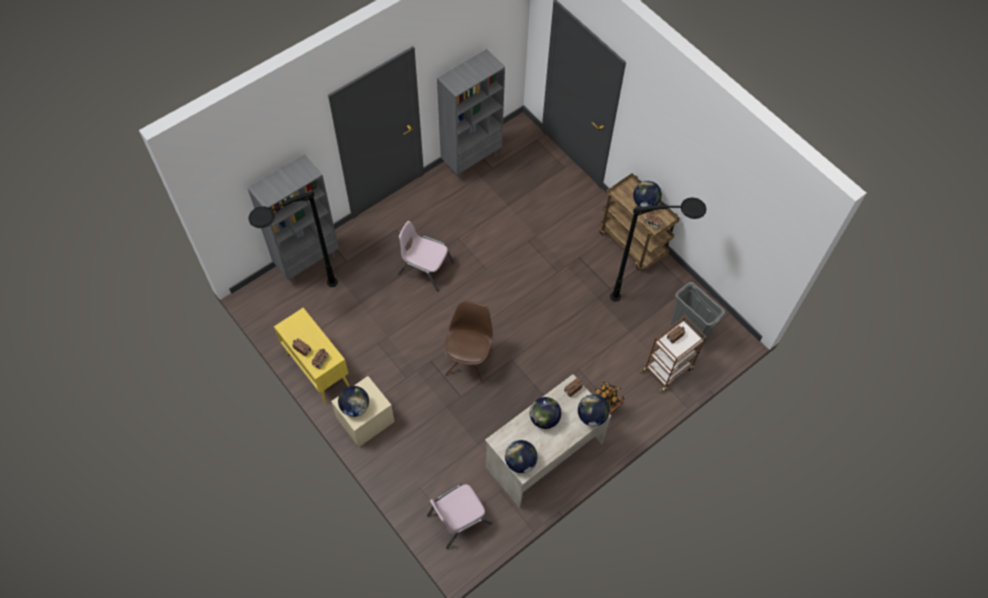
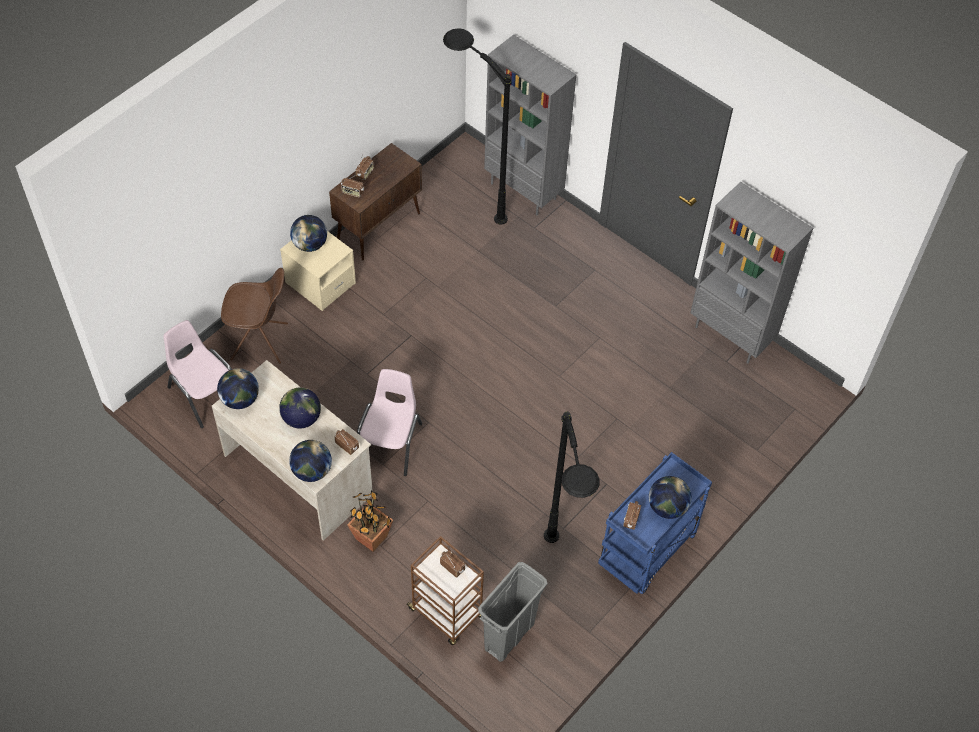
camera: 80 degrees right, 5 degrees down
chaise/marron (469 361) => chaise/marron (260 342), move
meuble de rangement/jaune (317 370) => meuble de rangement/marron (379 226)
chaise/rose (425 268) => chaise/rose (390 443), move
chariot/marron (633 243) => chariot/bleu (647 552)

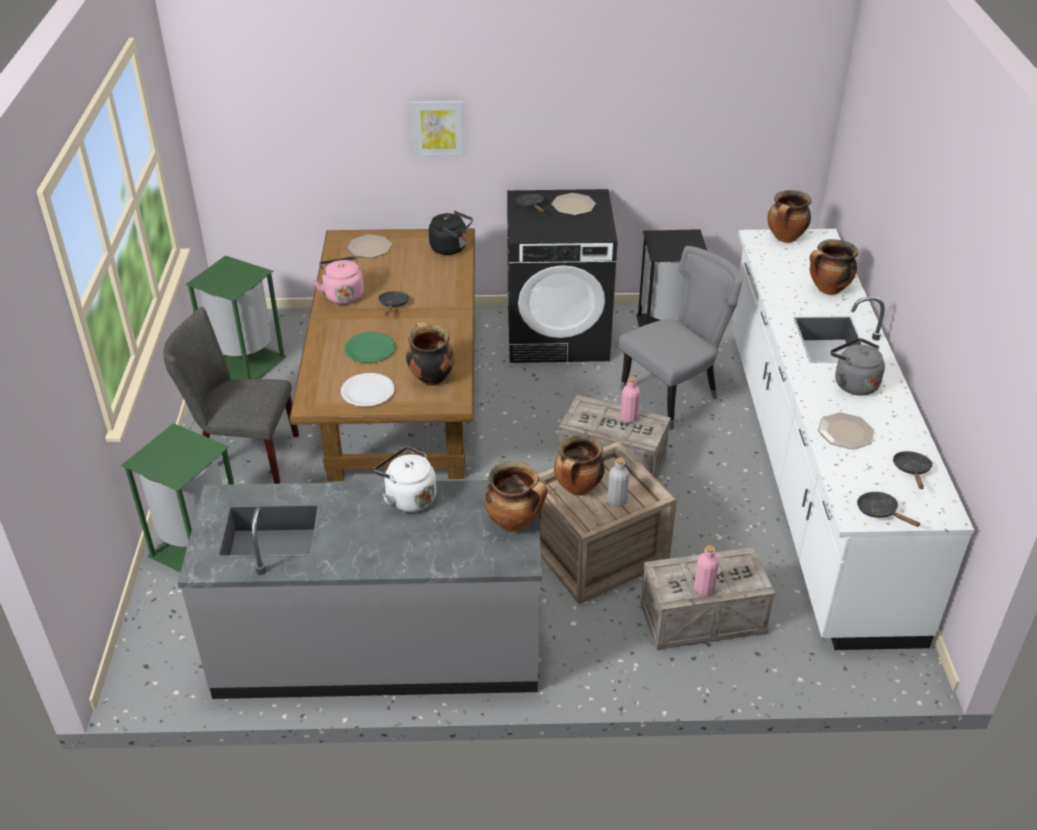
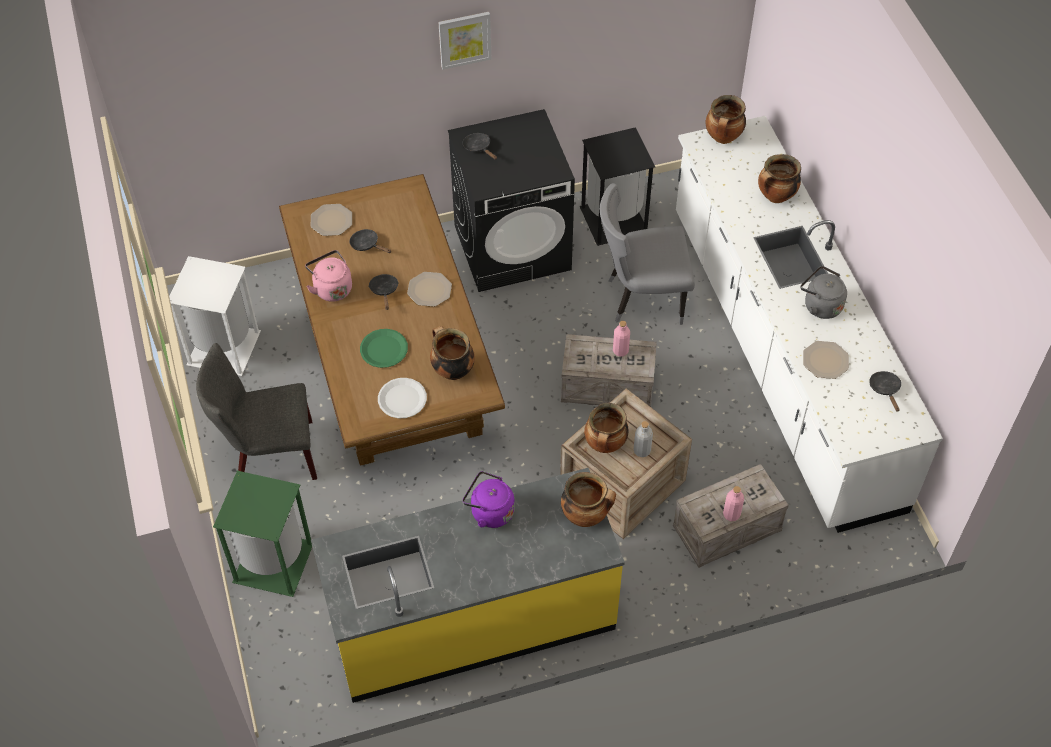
camera: 15 degrees left, 15 degrees up
poubelle/vert (245 363) => poubelle/blanc (223 347)
comptoir de cuisine/gris (379 645) => comptoir de cuisine/jaune (471 619)
poêle/noir (880 512) => poêle/noir (367 245), move
assiette (573 205) => assiette (429 289), move
tableau (438 128) => tableau (464 39), move
bouilloire/blanc (408 498) => bouilloire/violet (489 512)
chaise/gris (674 395) => chaise/gris (641 298), 135 degrees counterclockwise
bouilloire/noir (451 248) => nothing

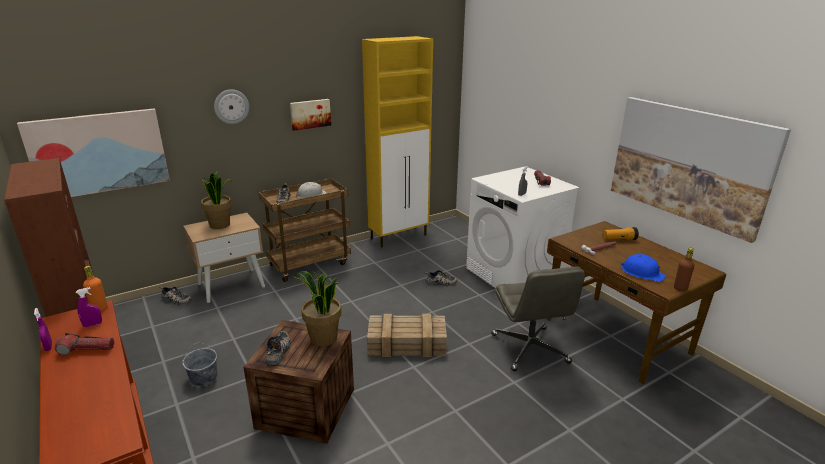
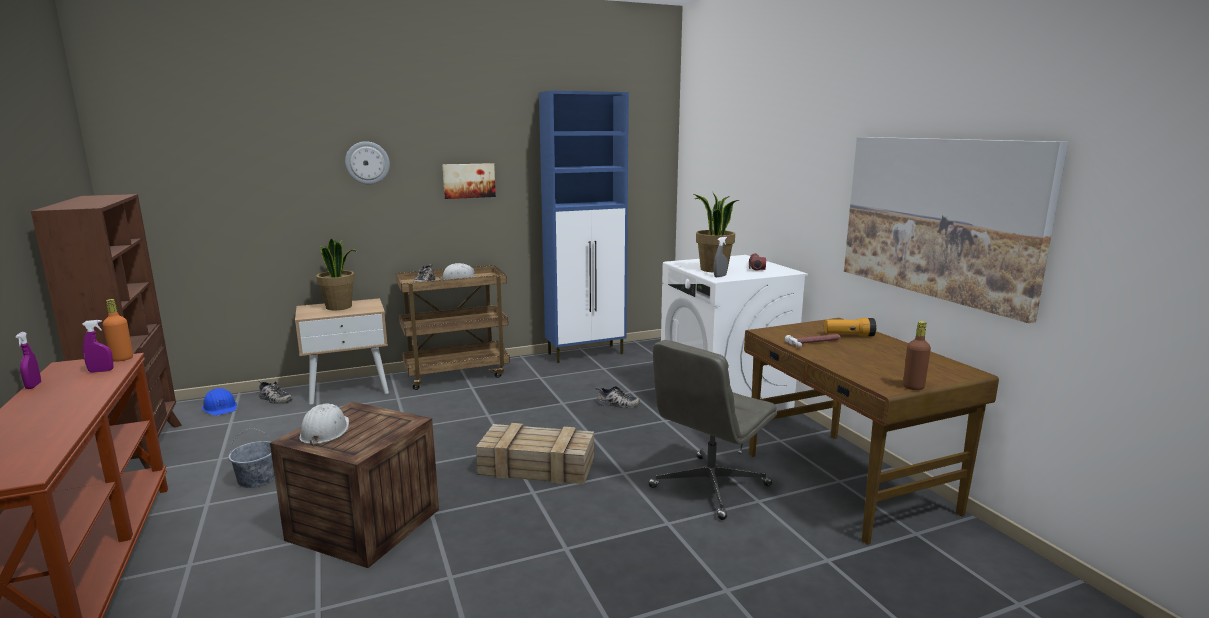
camera: 10 degrees right, 10 degrees down
casque de chantier/bleu (642 273) => casque de chantier/bleu (220 408), move
chaussure (279 351) => casque de chantier/blanc (325 431)
meuble de rangement/jaune (399 236) => meuble de rangement/bleu (586 353)
chaise de bureau/gris (530 349) => chaise de bureau/gris (709 487), 45 degrees clockwise
plante en pot (323 338) => plante en pot (713 269), move
tableau (99 153) => nothing
lampe de poche (87 349) => nothing

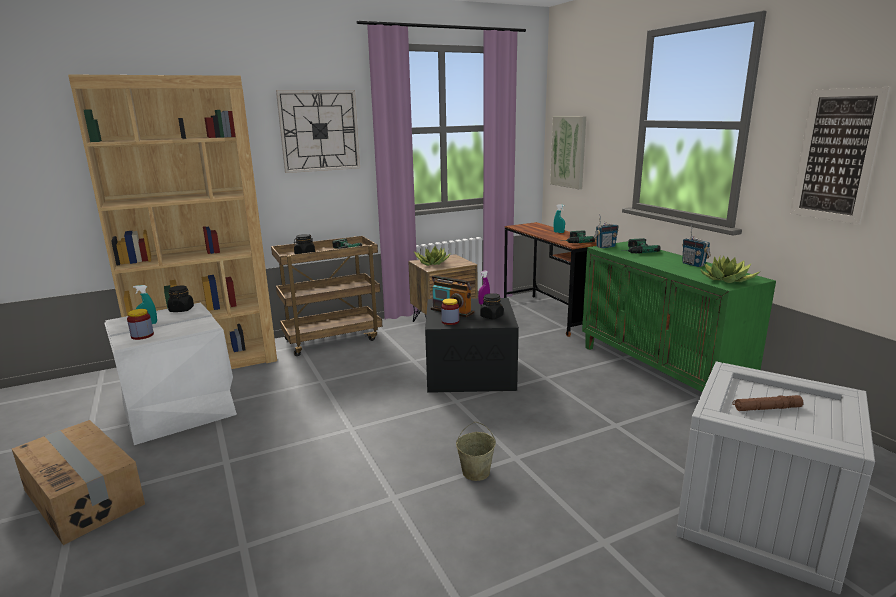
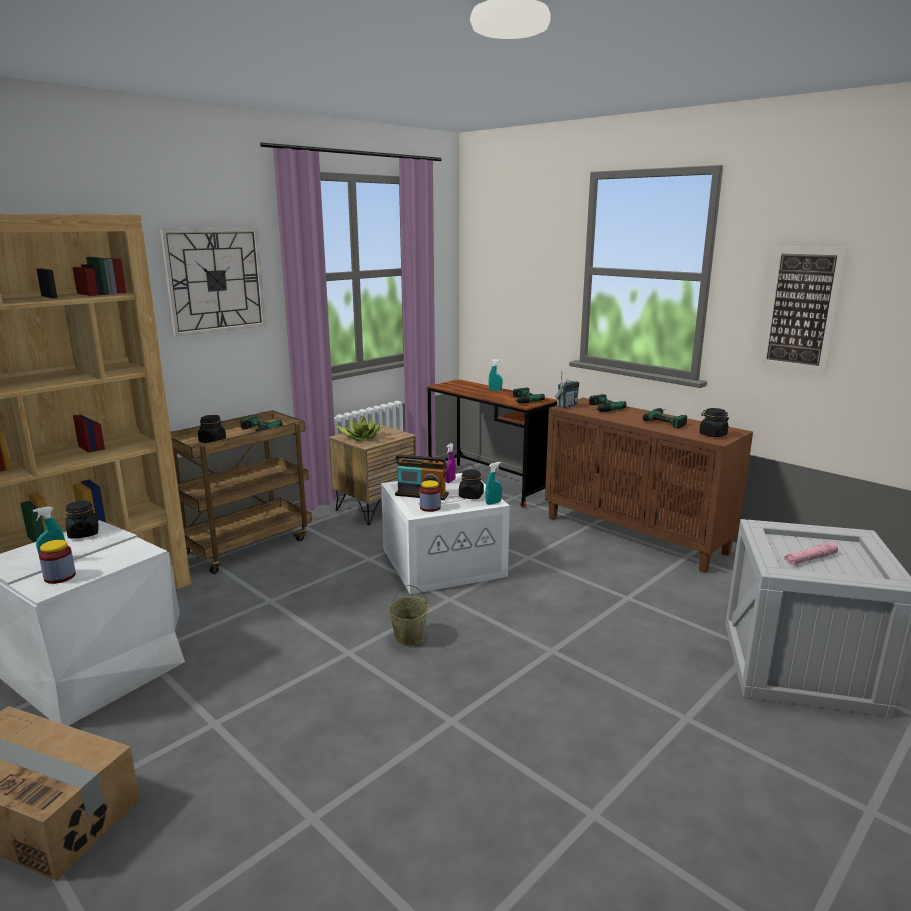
camera: 20 degrees left, 0 degrees up
boîte de rangement/noir (471 371) => boîte de rangement/blanc (444 561)
seau/beige (476 472) => seau/beige (409 637), move
nothing => vaporisateur/turquoise (493 503)
meuble de rangement/vert (660 372) => meuble de rangement/marron (636 535)
radio (693 264) => perceuse (668 420)
plante en pot (727 280) => bocal/noir (712 435)
lampe de poche/marron (766 408) => lampe de poche/rose (810 559)
tableau (569 152) => nothing

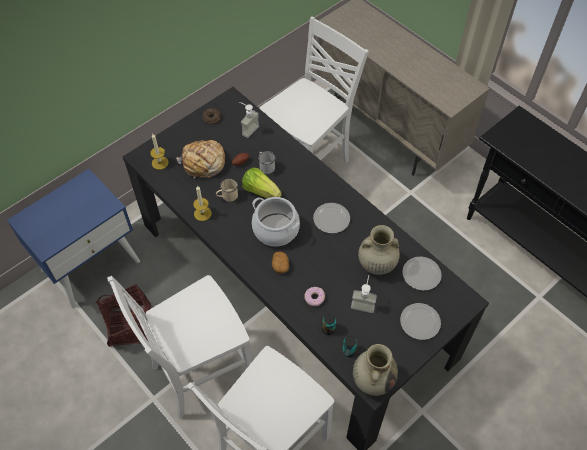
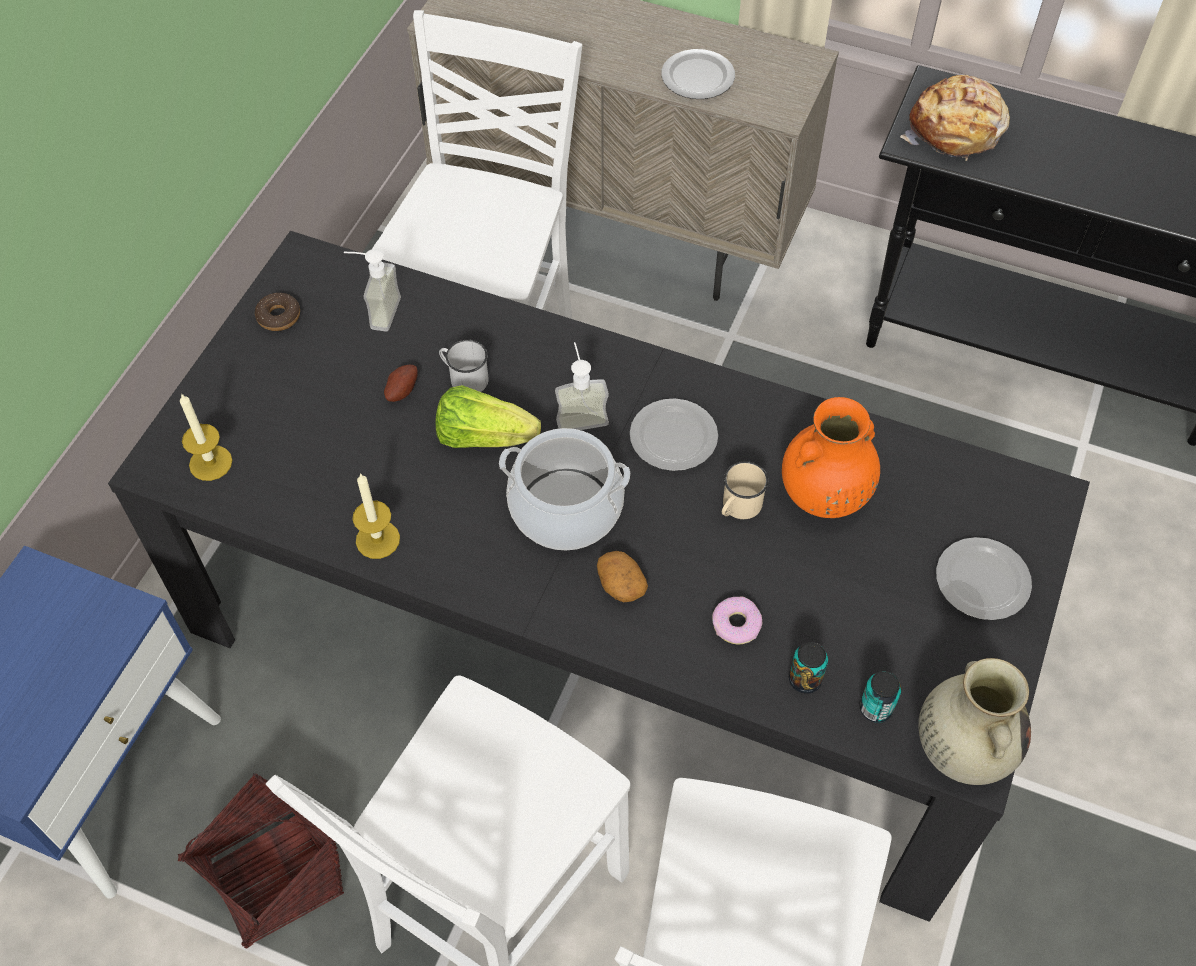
camera: 25 degrees left, 0 degrees up
distributeur de savon (363 303) => distributeur de savon (580 413), move
assiette (421 275) => assiette (698 78), move
mug/beige (227 196) => mug/beige (738 507), move
vase/beige (376 264) => vase/orange (823 496)
pain (203 163) => pain (955 131), move

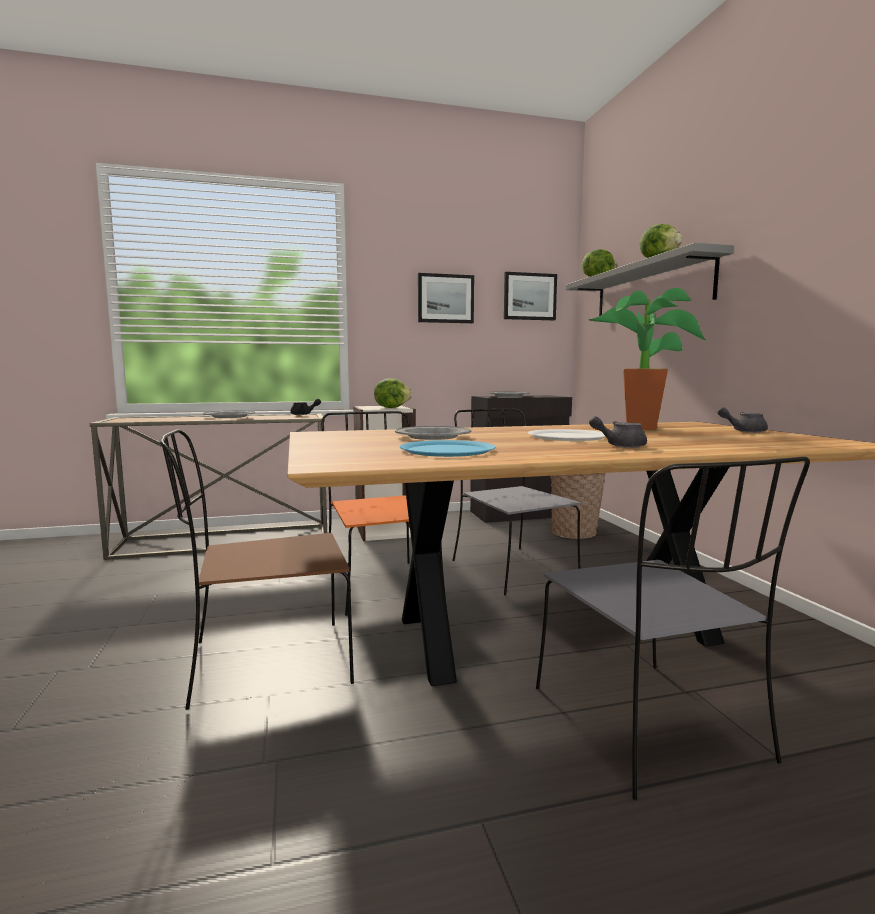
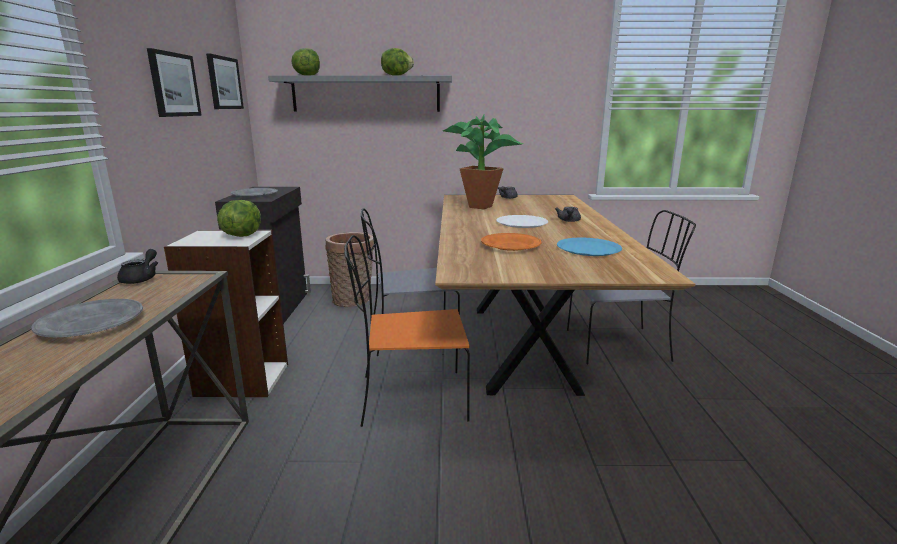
camera: 75 degrees left, 10 degrees up
assiette/gris (432 437) => assiette/orange (510 245)
chaise/marron (265 663) => nothing

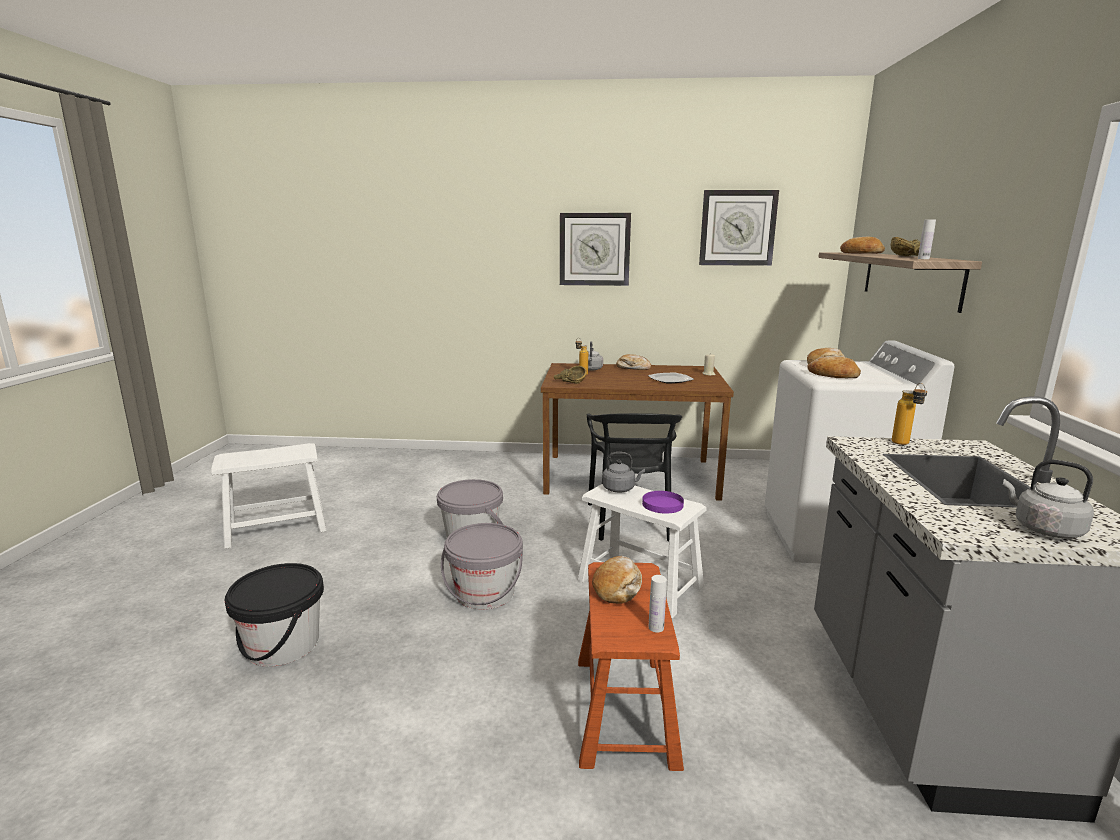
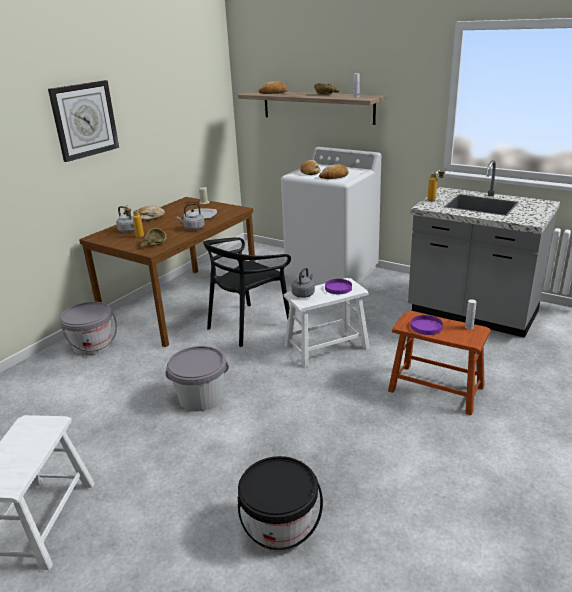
camera: 60 degrees left, 10 degrees up
seau/gris (485 593) => seau/gris (93 345), move
bouilloire/gris (1043 529) => bouilloire/gris (193 228), move
chaise/noir (631 521) => chaise/noir (248 325), 105 degrees clockwise
pain (617 587) => assiette/violet (426 327)
horloge murale (737 228) => nothing

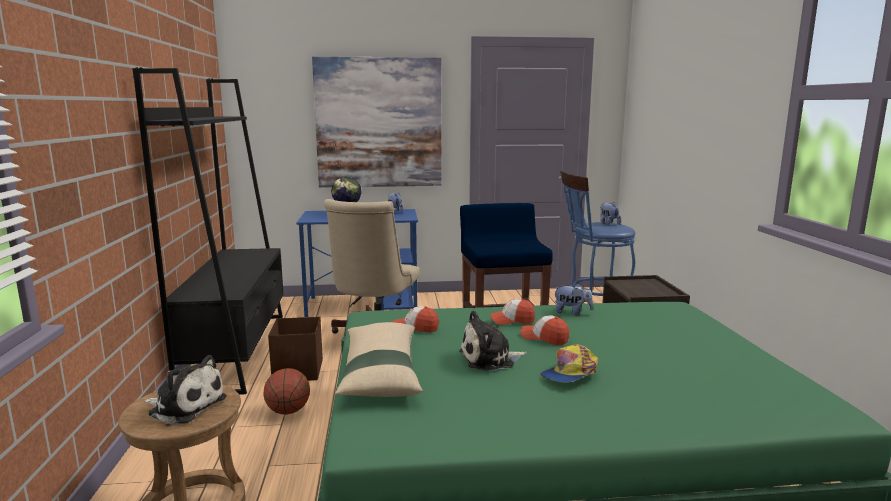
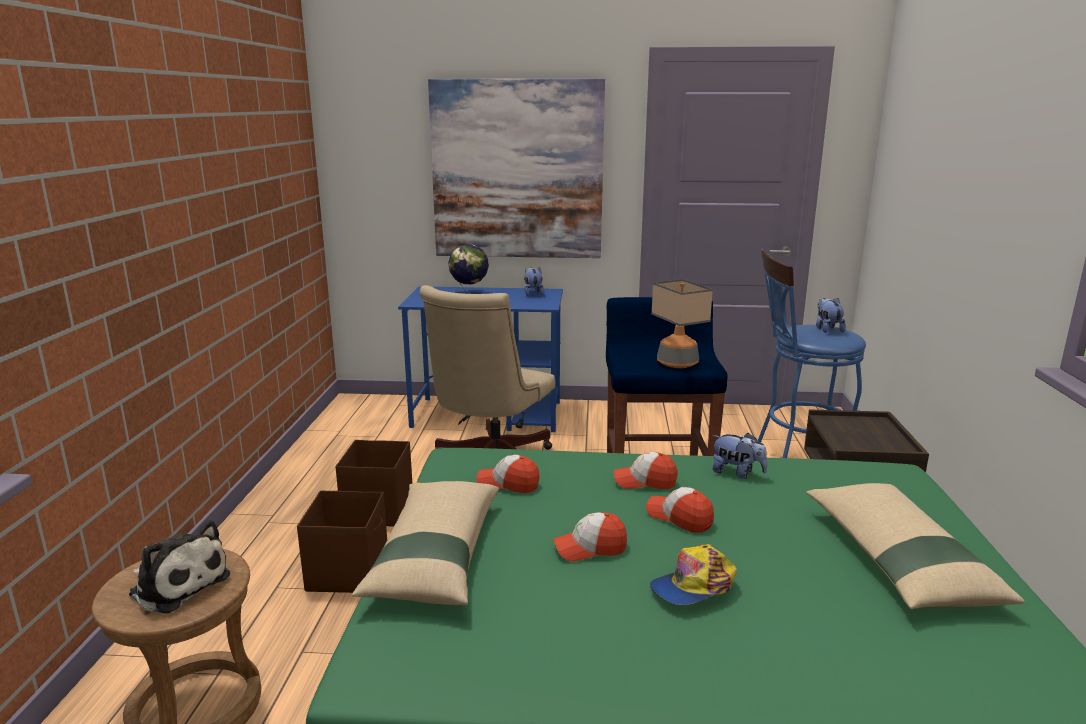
camera: 10 degrees right, 5 degrees up
ballon de basket (288 411) => boîte de rangement/marron (349 571)
peluche (490 359) => casquette (590 548)
nothing => lampe de table (677 363)
nothing => coussin/beige (897 560)
bibliothèque/noir (237 350) => nothing

